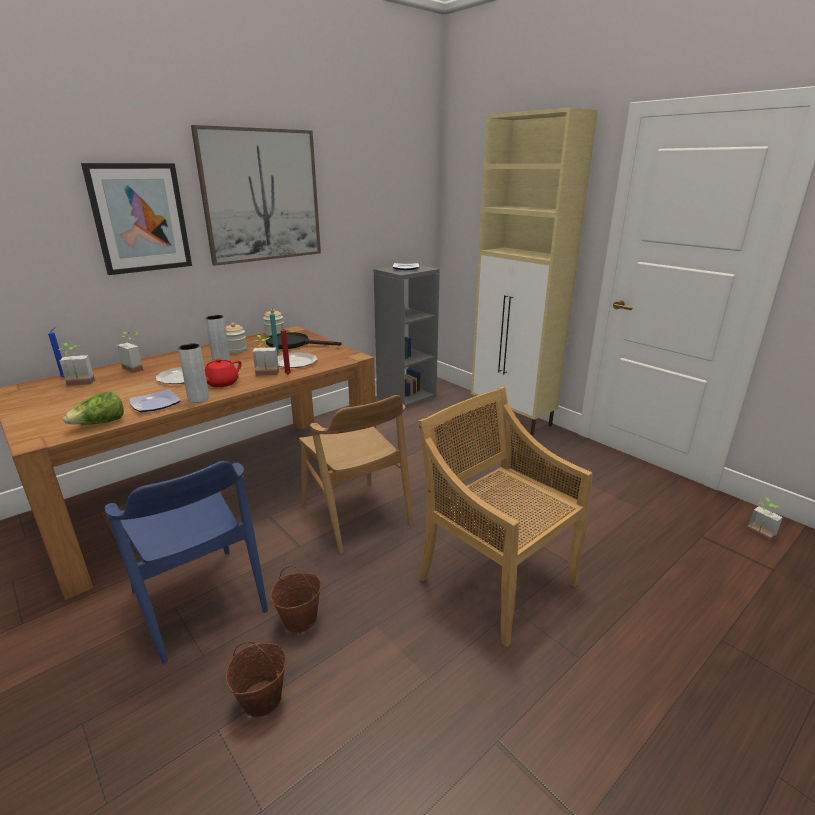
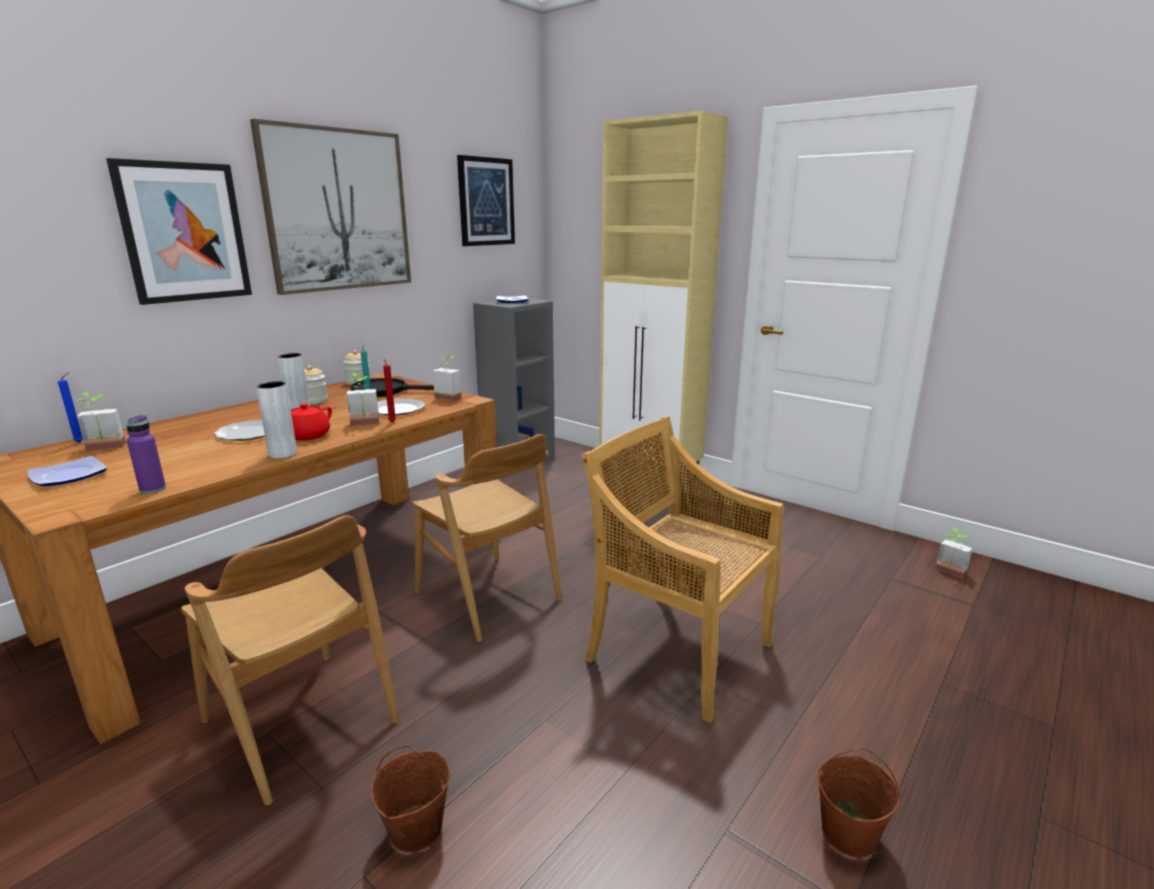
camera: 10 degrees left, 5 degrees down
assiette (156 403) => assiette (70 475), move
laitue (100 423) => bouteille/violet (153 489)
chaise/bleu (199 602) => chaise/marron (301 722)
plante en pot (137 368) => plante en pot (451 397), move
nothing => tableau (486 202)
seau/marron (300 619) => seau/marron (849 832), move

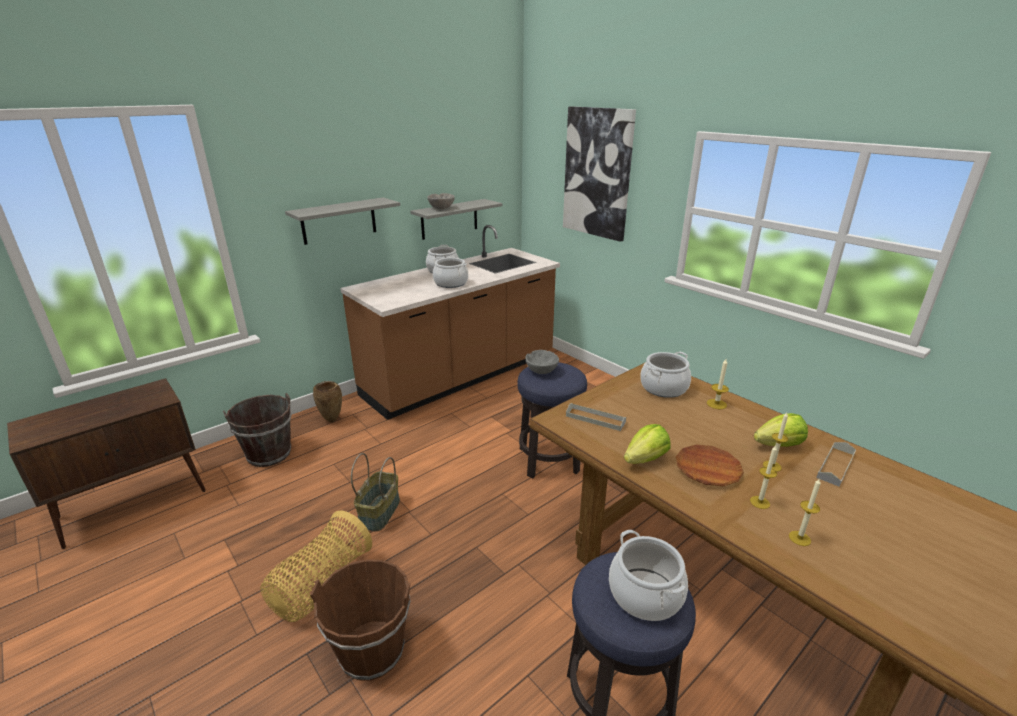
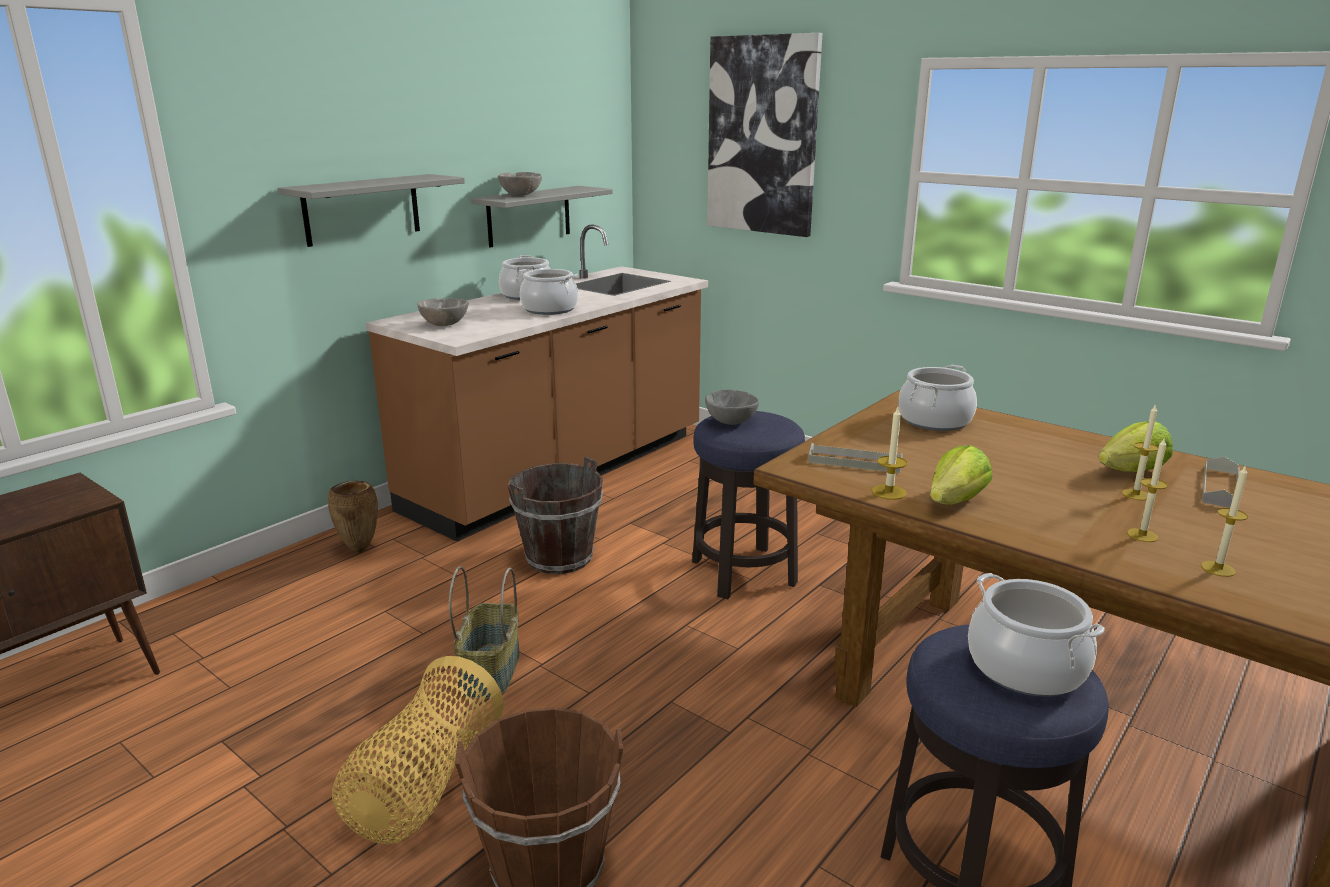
camera: 10 degrees left, 5 degrees down
nothing => bol/gris (443 325)
seau/marron (269 454) => seau/marron (559 558), move
bougie (716 404) => bougie (889 492), move
assiette/marron (708 469) => nothing

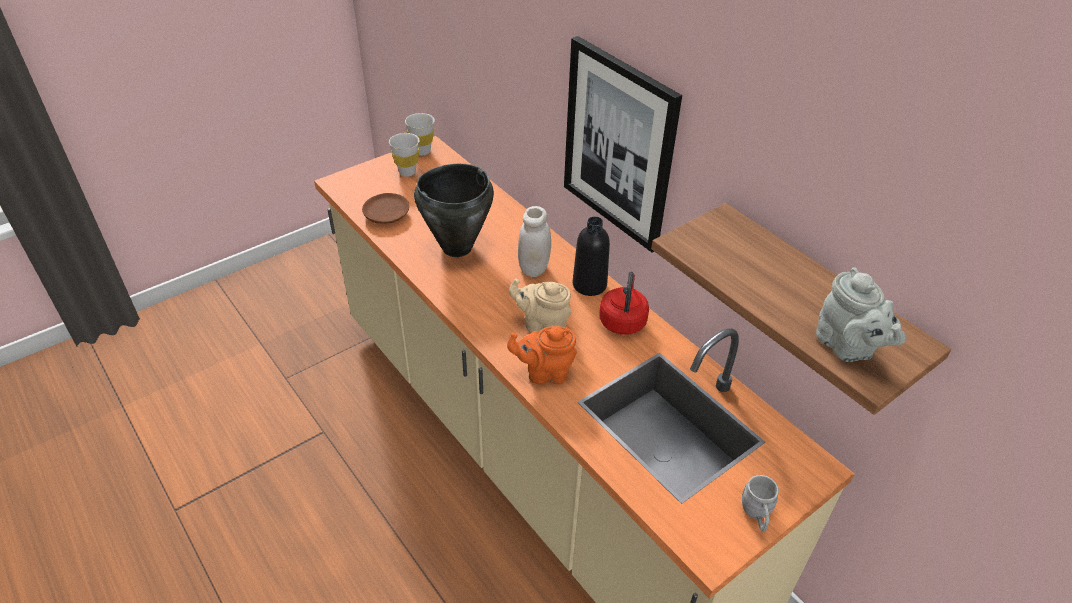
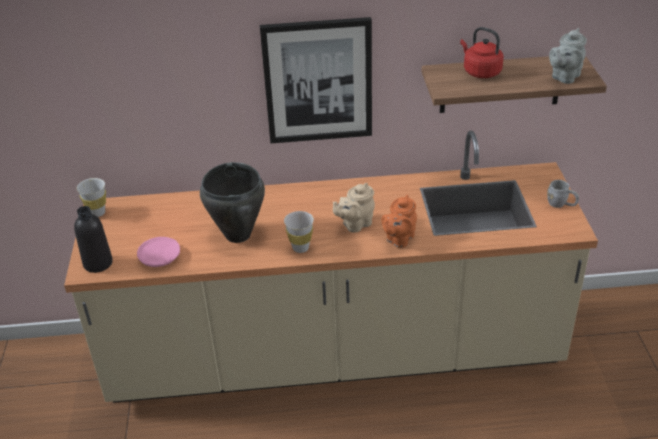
camera: 55 degrees left, 5 degrees down
bouteille/noir (589 285) => bouteille/noir (98 263), move
assiette/marron (386 215) => assiette/rose (160 258)
tasse/blanc (407 172) => tasse/blanc (300 248), move
bouilloire/rouge (623 320) => bouilloire/rouge (480 72), move
théière/gris (847 347) => théière/gris (564 77), 120 degrees clockwise
bocal/blanc (534 268) => nothing

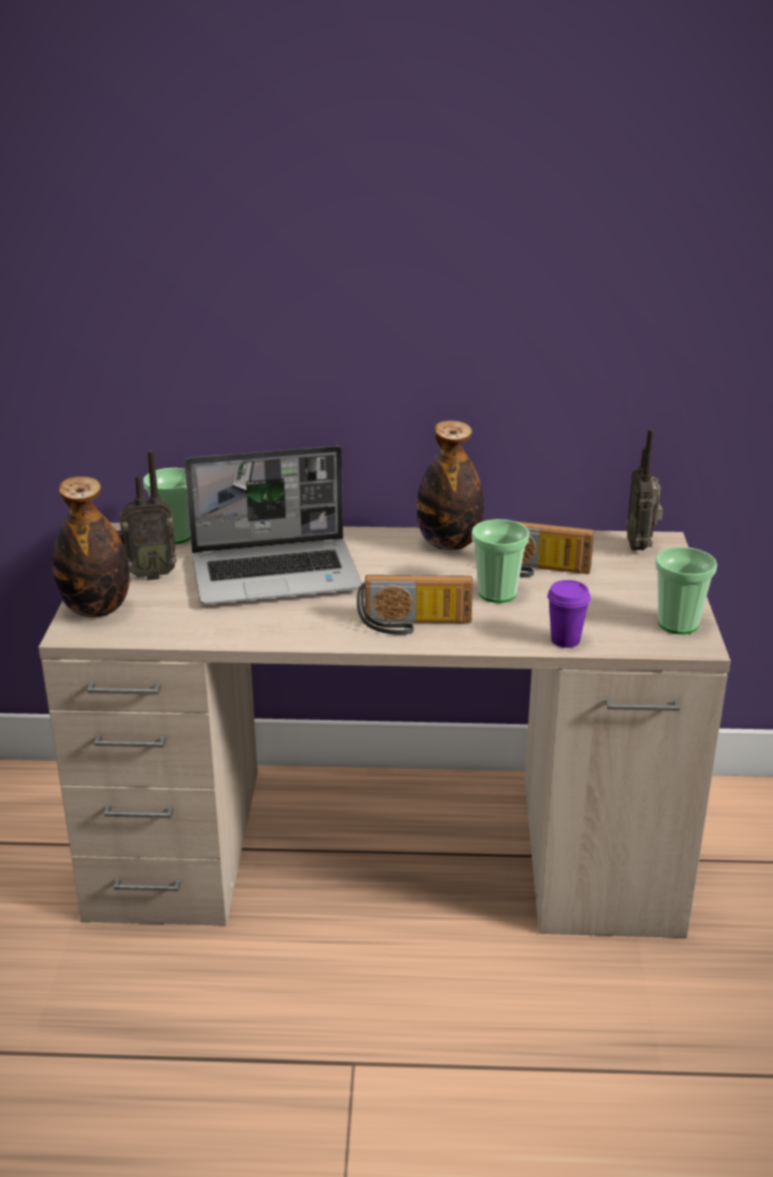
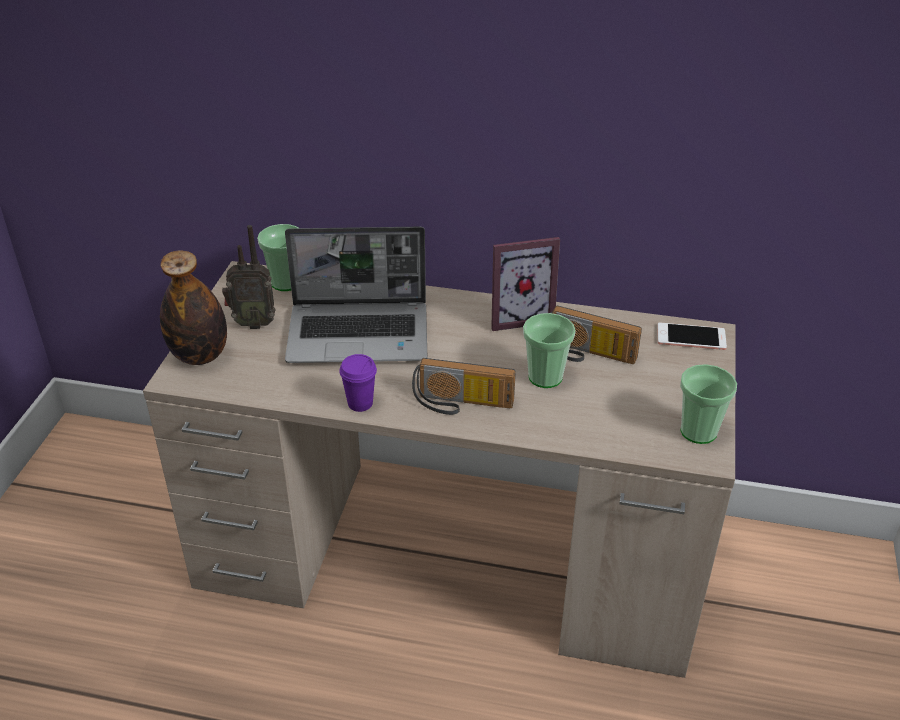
camera: 10 degrees right, 10 degrees up
tasse/violet (565 640) => tasse/violet (360 403), move
bouteille (449 544) => cadre photo (518 316)
radio (641 546) => téléphone (691 337)

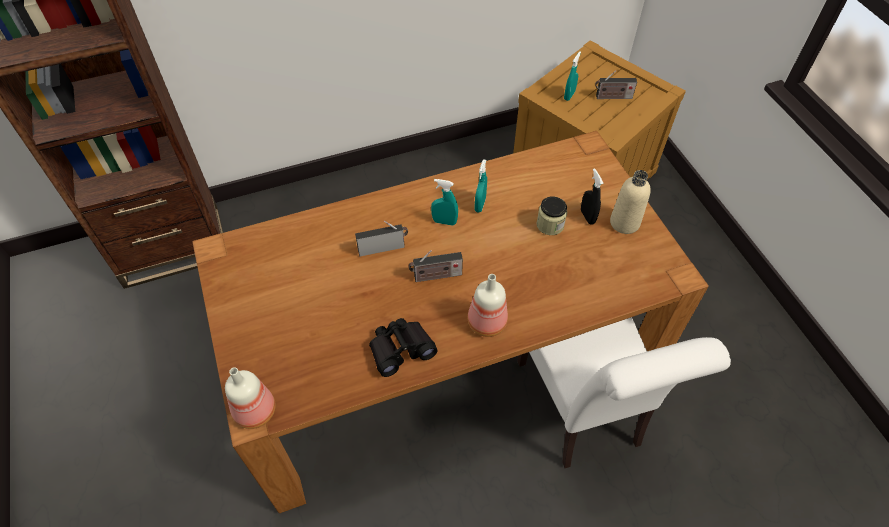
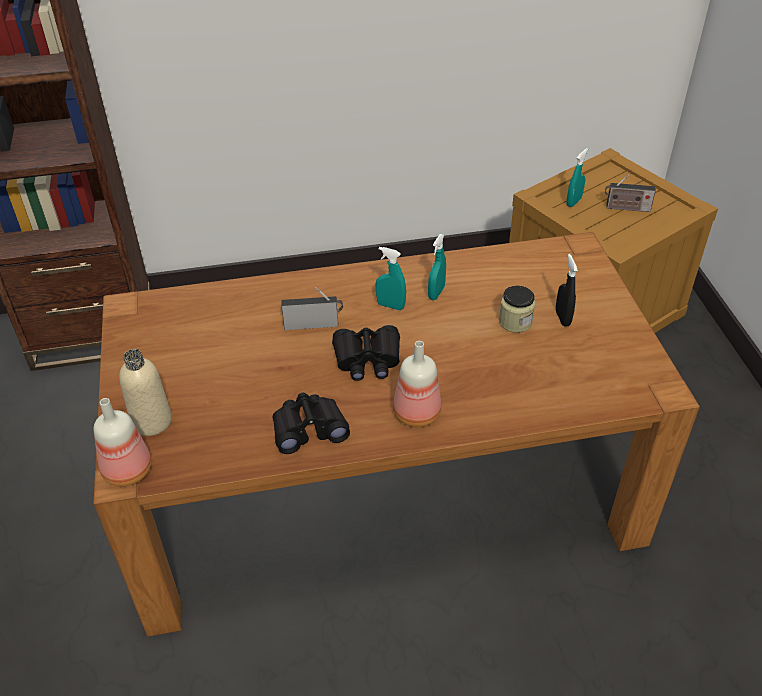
camera: 10 degrees right, 10 degrees down
bouteille/beige (624 223) => bouteille/beige (152 421), move
radio (435 276) => jumelles/noir (367 359)
chaise/blanc (582 410) => nothing

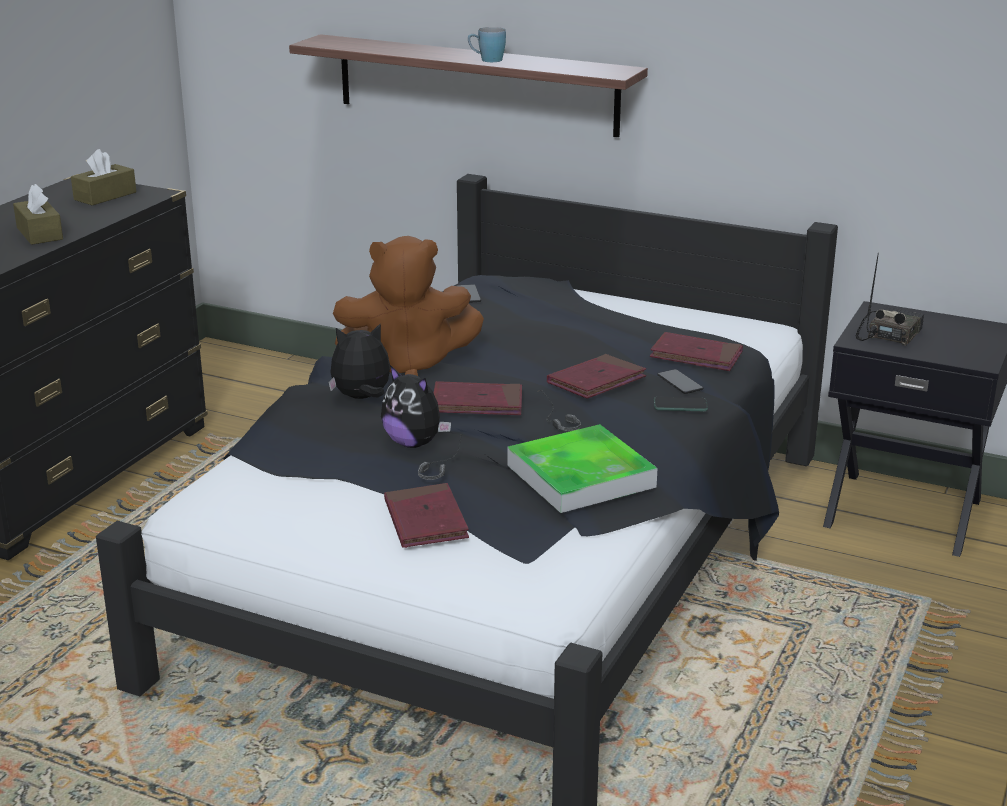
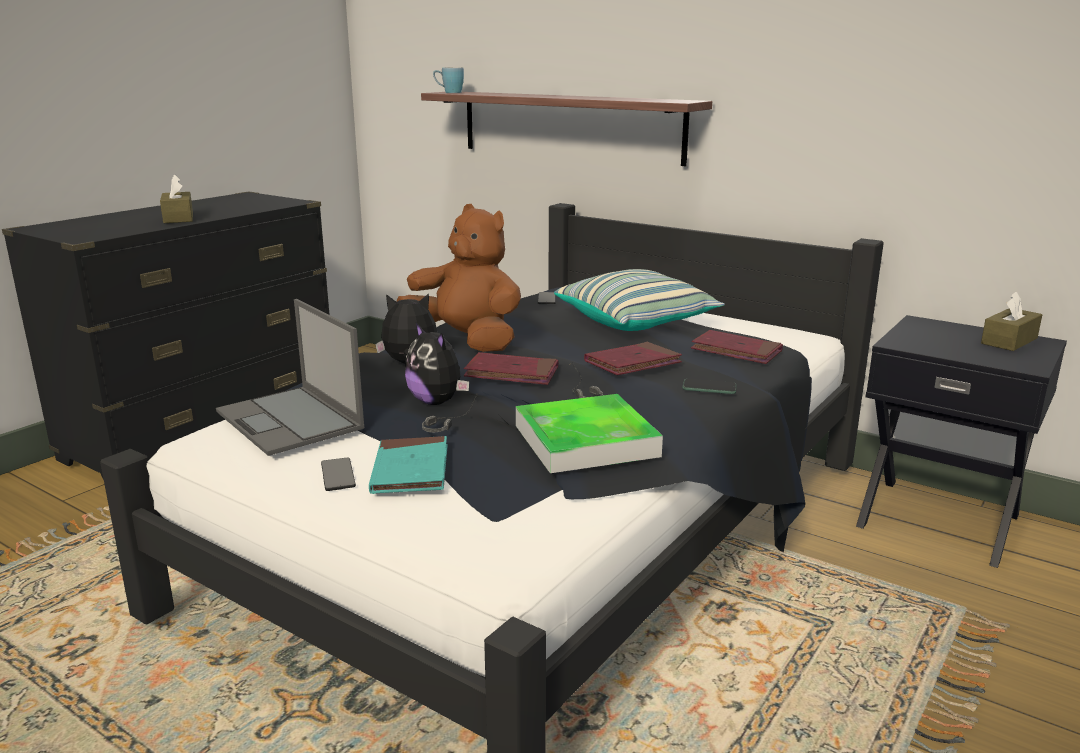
camera: 10 degrees right, 5 degrees down
nothing => ordinateur portable (290 420)
téléphone (680 382) => téléphone (338 475), move
livre/rouge (425 521) => livre/turquoise (410 470)
peluche/marron (407 363) => peluche/marron (466 341), 150 degrees counterclockwise
mug/bleu (486 60) => mug/bleu (449 92), move
nothing => coussin (636 321)
boîte à mouchoirs/marron (105 196) => boîte à mouchoirs/marron (1009 341), move
radio (888 334) => nothing

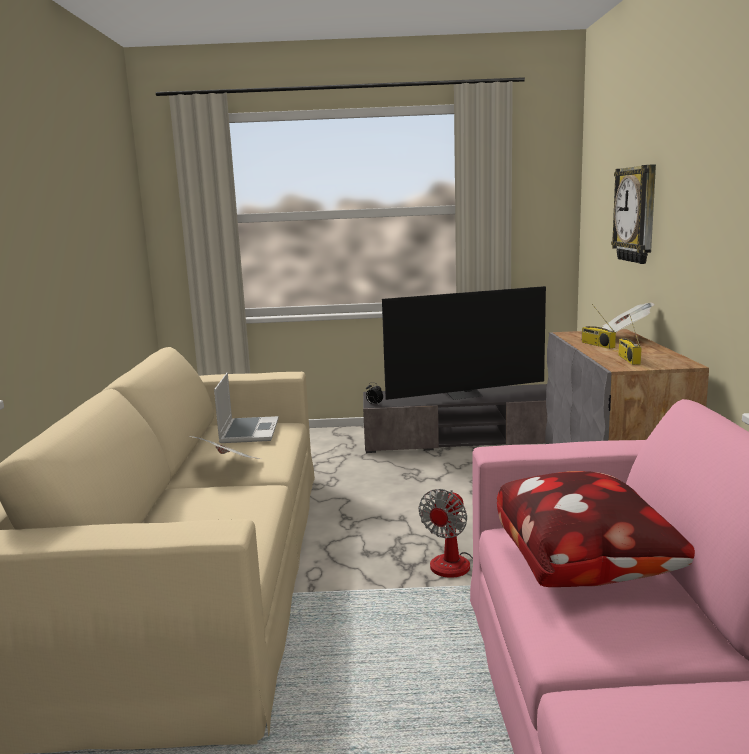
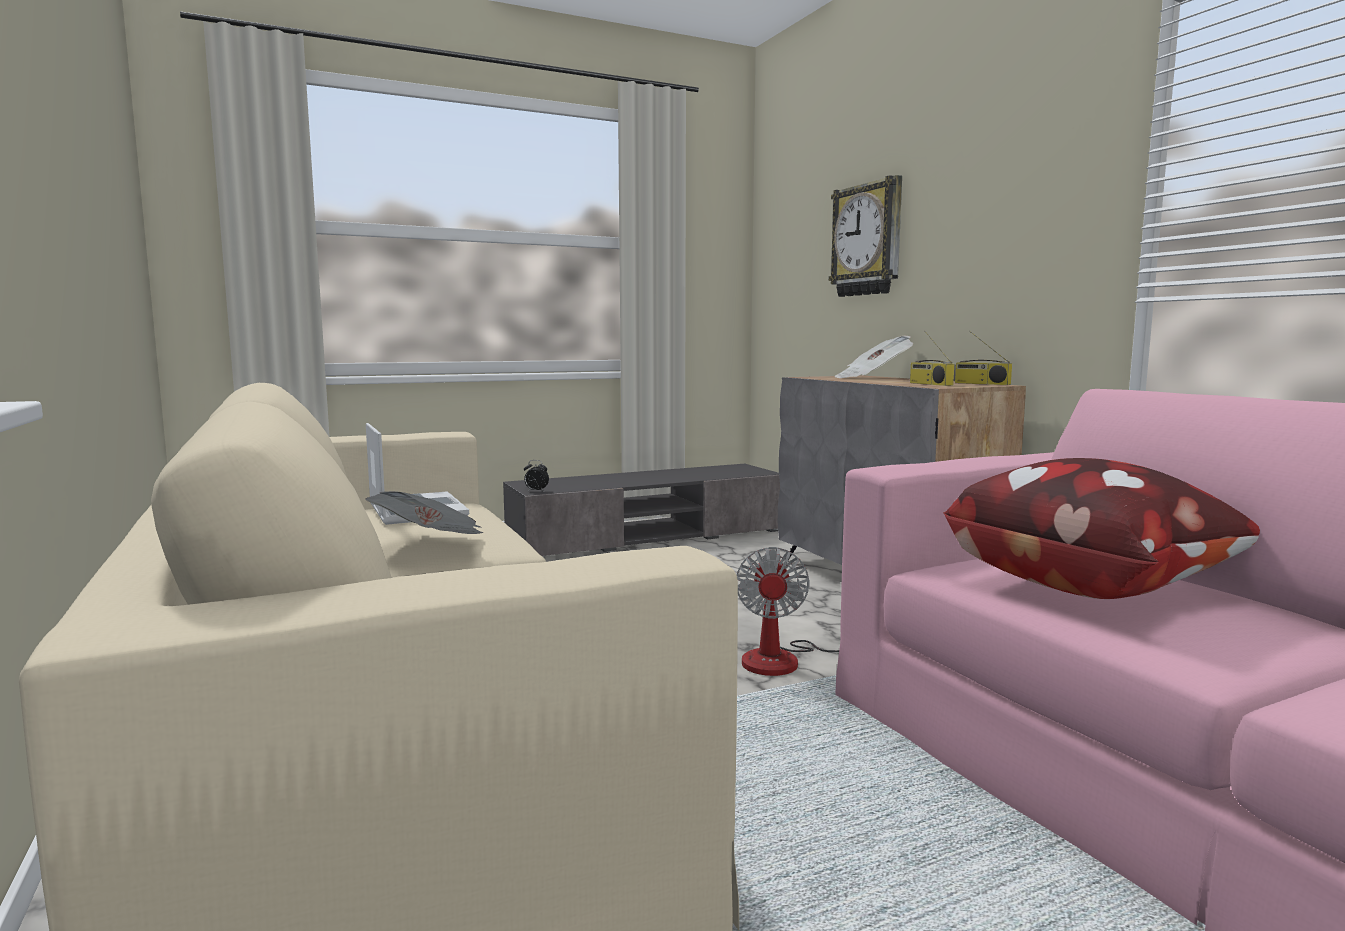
camera: 25 degrees left, 5 degrees down
radio (596 345) => radio (980 383), move
téléviseur (464 395) => nothing

